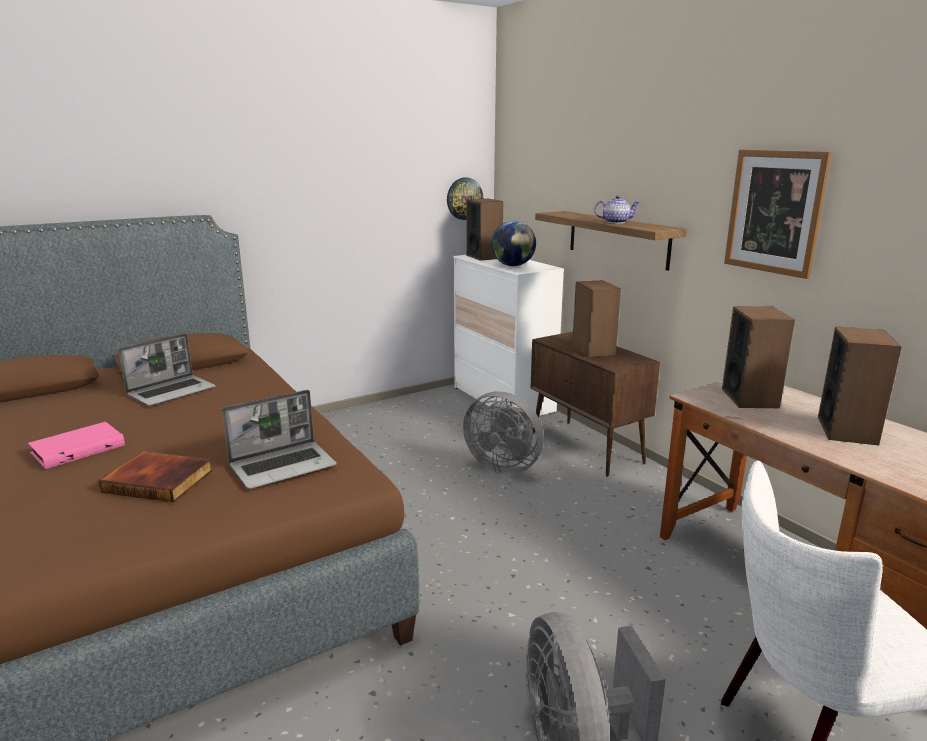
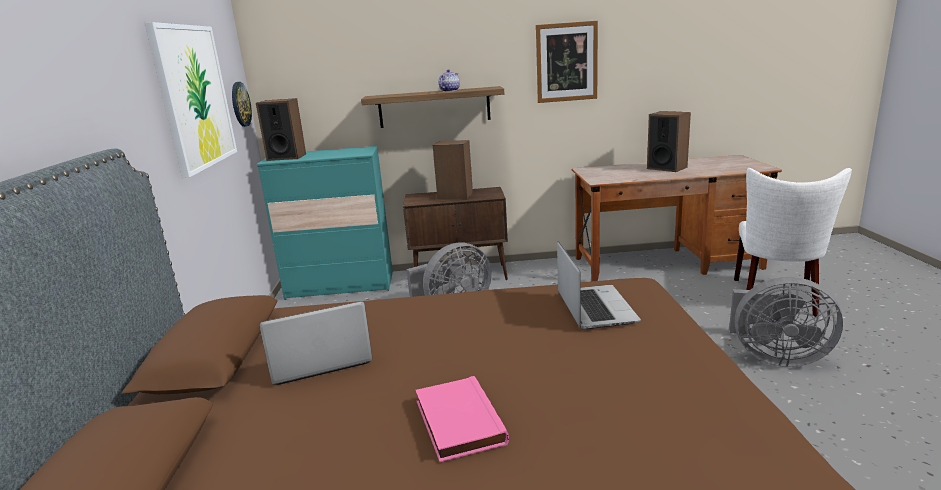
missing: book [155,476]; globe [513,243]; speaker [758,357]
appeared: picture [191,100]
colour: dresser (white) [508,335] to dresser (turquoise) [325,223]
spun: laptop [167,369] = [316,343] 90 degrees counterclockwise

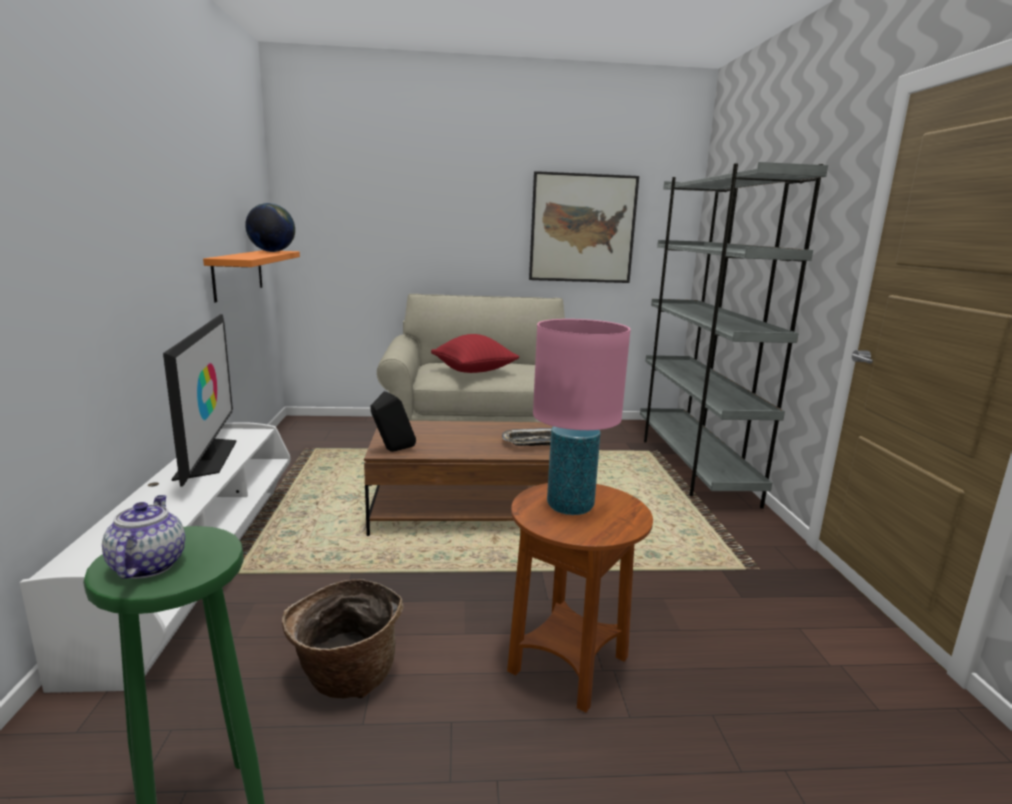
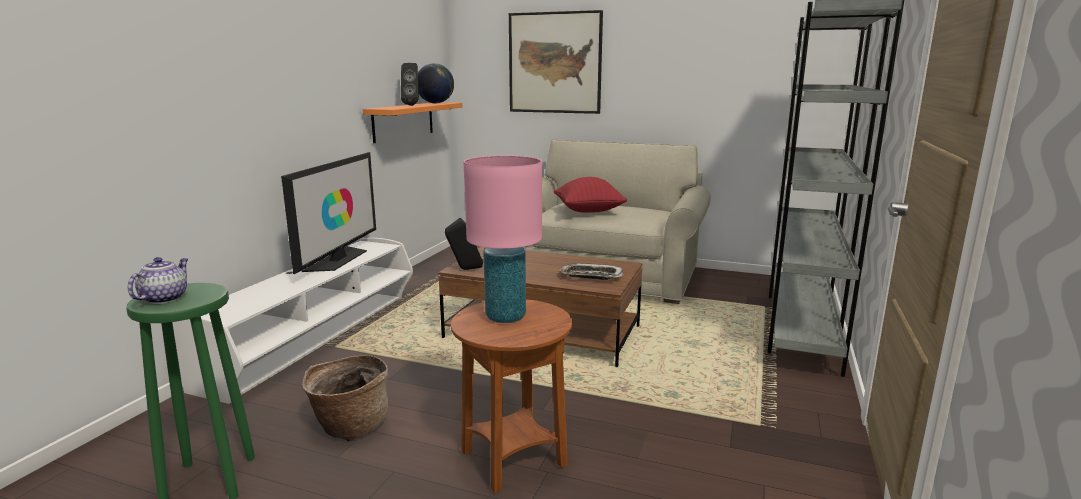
appeared: speaker (black) [410,84]
relocated: picture [584,227] to [556,62]

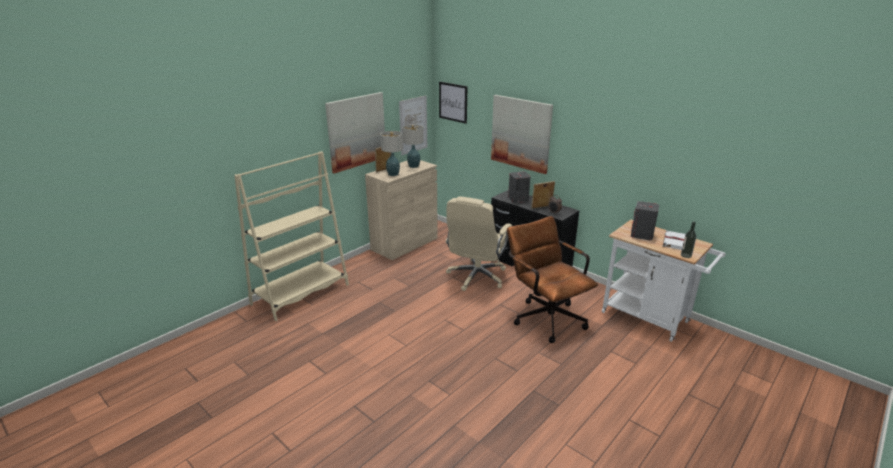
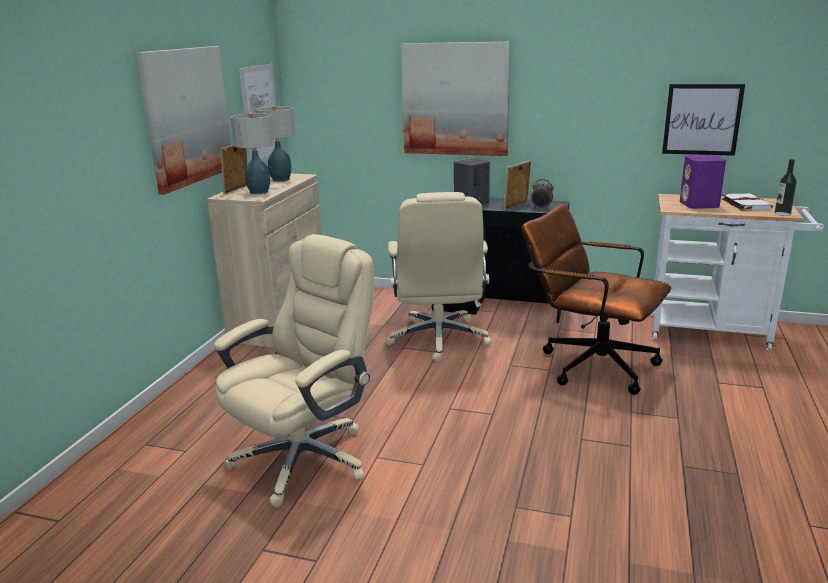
missing: bookcase (beige) [291,236]
appeared: office chair (beige) [294,371]
relocated: picture [453,103] to [703,120]
colour: speaker (grey) [645,220] to speaker (purple) [703,182]

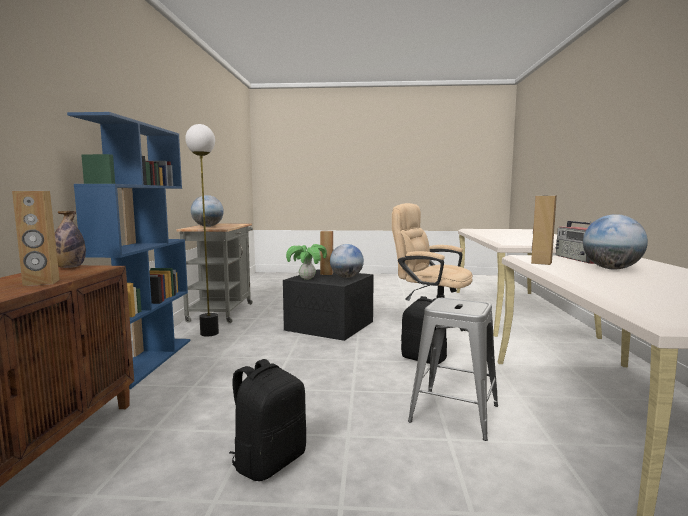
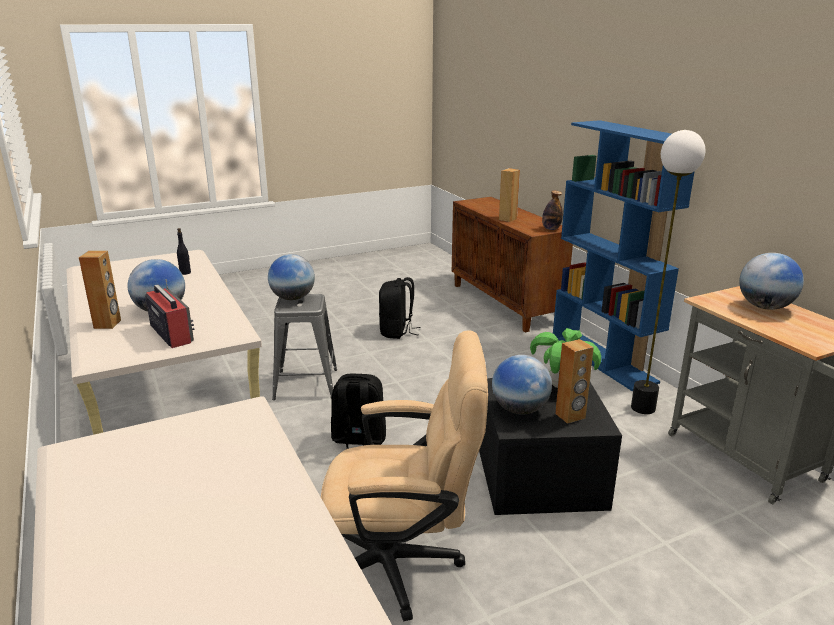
appeared: bottle (black) [184,251]; globe [291,277]
relocated: speaker (brown) [544,230] to [100,290]

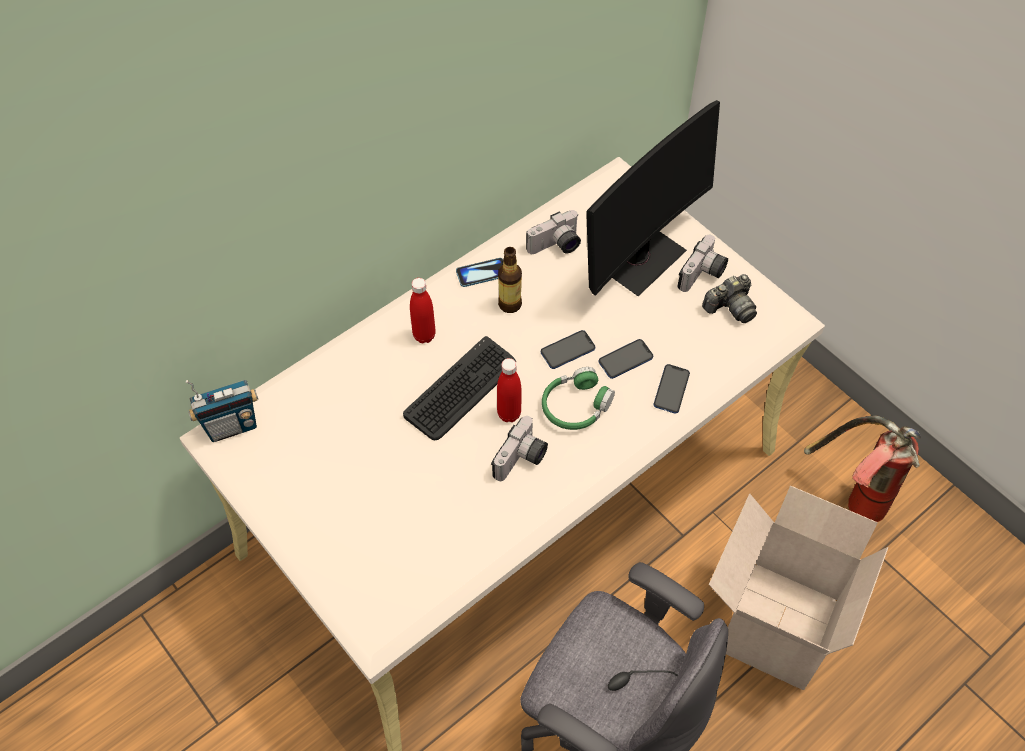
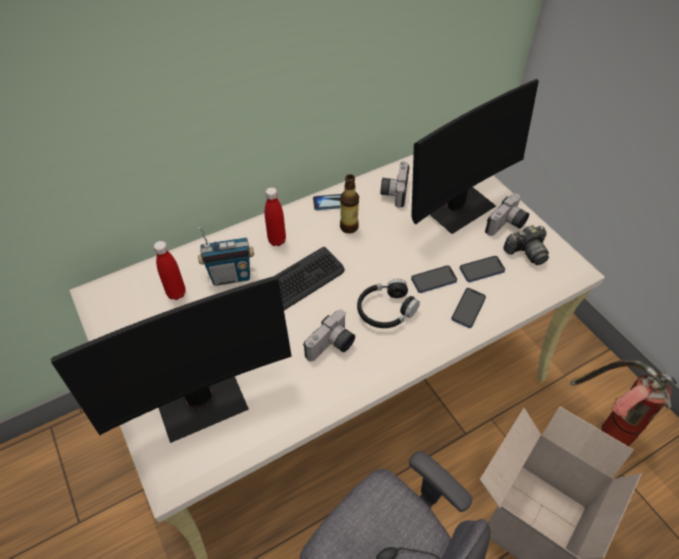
appeared: monitor [171,359]
relocated: radio [222,411] to [226,256]; bottle (red) [509,390] to [170,270]; phone [568,349] to [482,269]
colour: headphones (green) [578,398] to headphones (black) [388,303]
spun: photo camera [553,232] = [394,184] 120 degrees clockwise

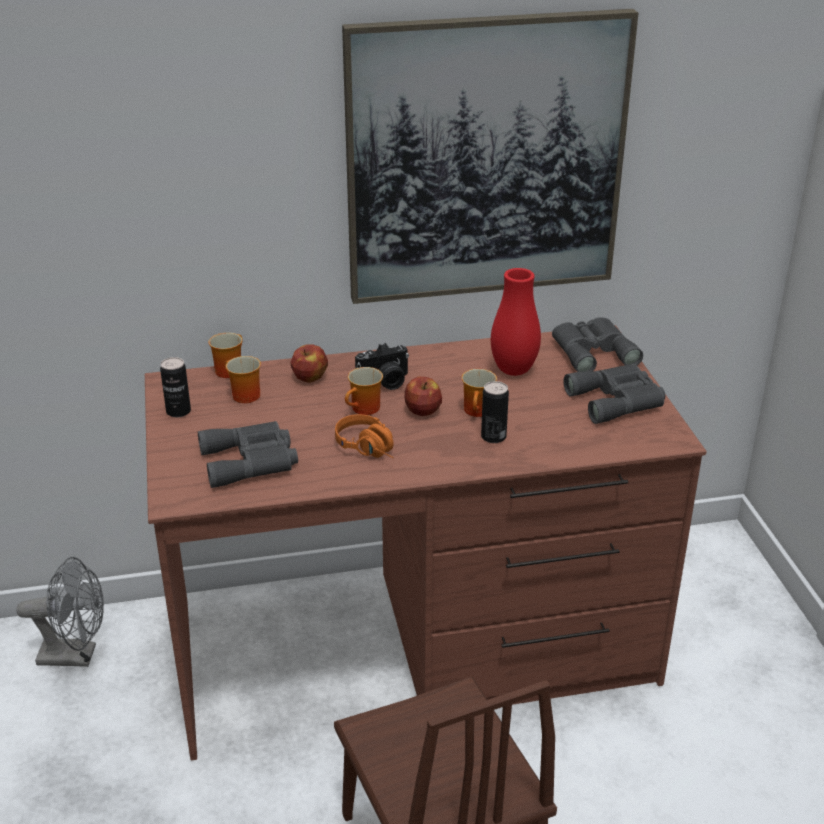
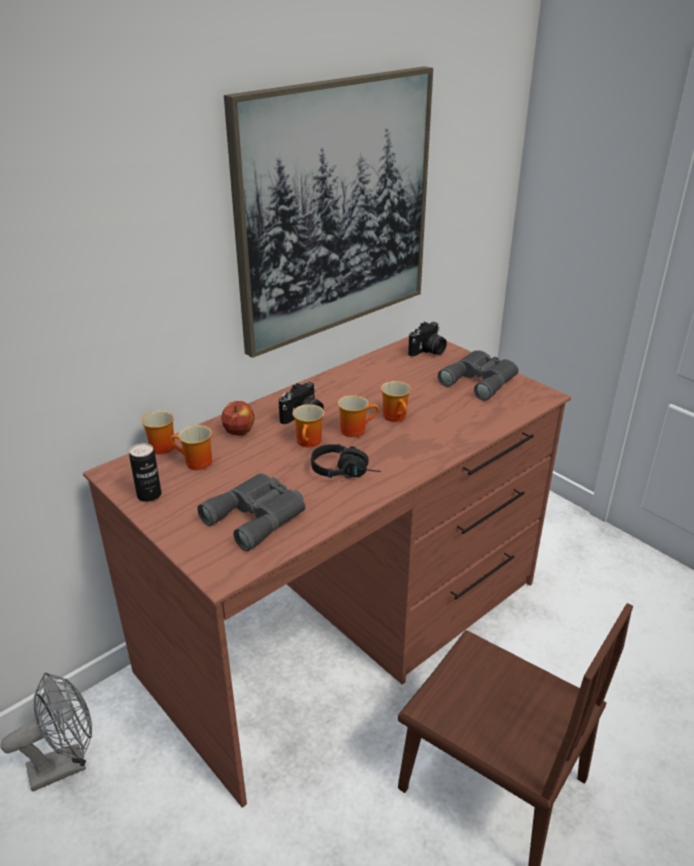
missing: can [495,412]; vase (red) [516,322]
exchanged: apple [423,396] to mug [358,416]; binoculars (grey) [597,344] to photo camera [427,339]
colour: headphones (orange) [364,436] to headphones (black) [346,461]

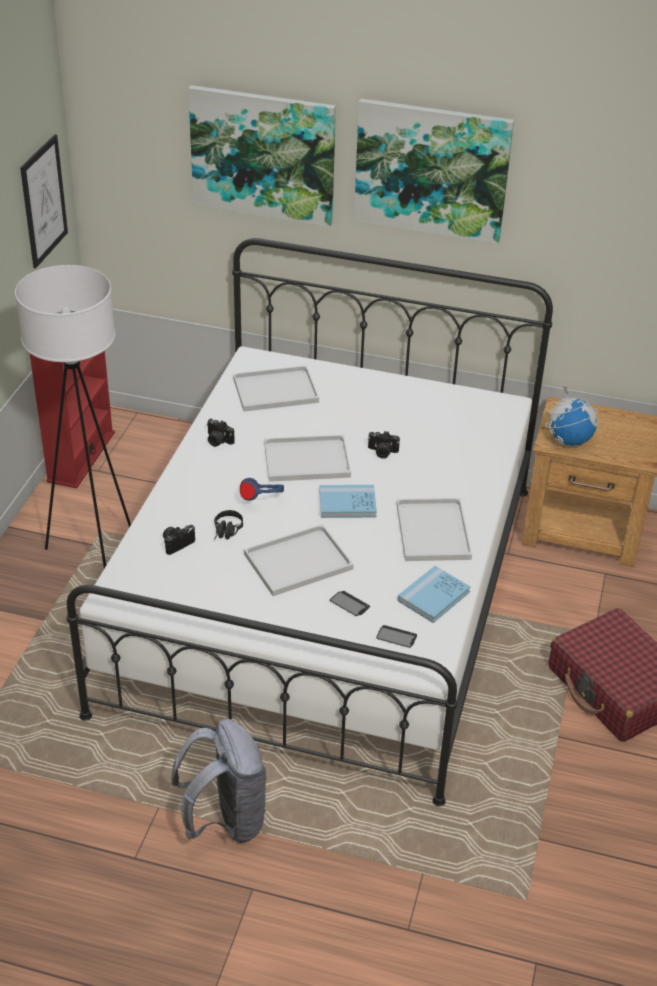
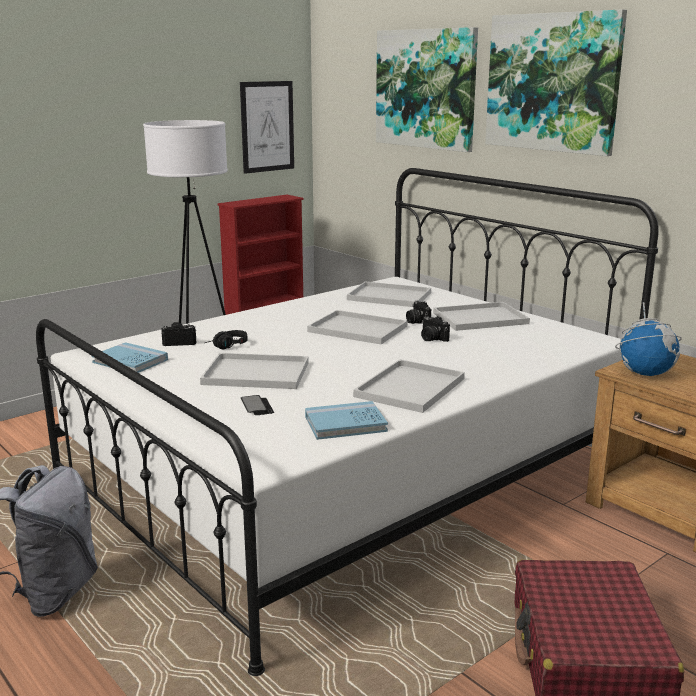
missing: headphones (blue) [262,489]; phone [396,636]
appeared: tray (white) [481,316]
relocated: photo camera [221,433] to [418,312]; book (blue) [348,501] to [130,357]

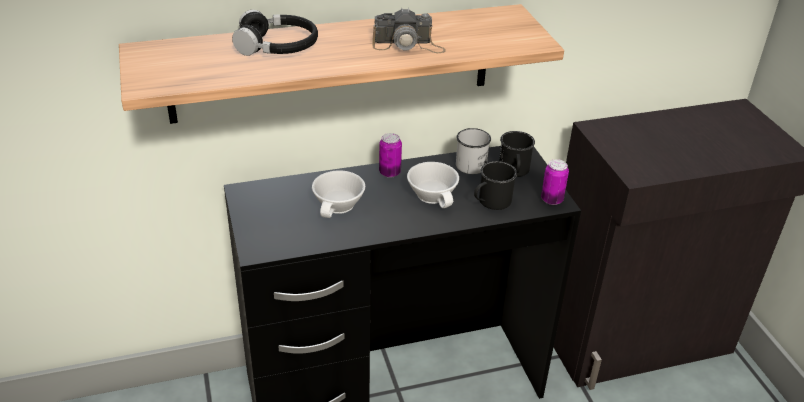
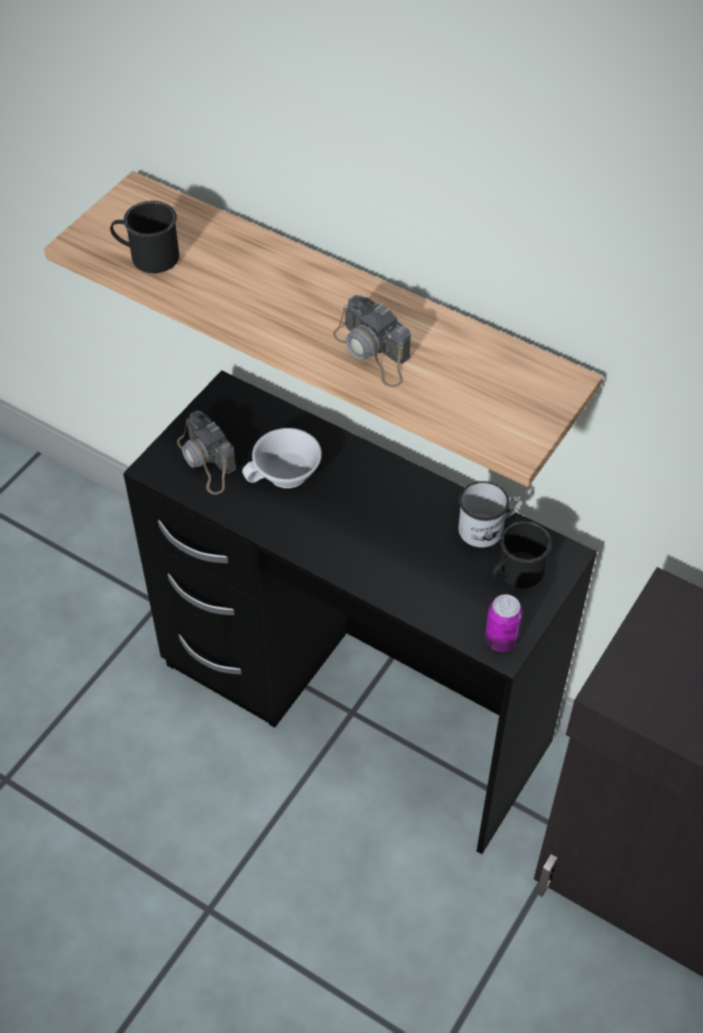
missing: headphones (black) [275,33]; can [390,155]; cup (white) [433,185]
appeared: photo camera [206,453]
relocated: mug (black) [495,185] to [144,237]

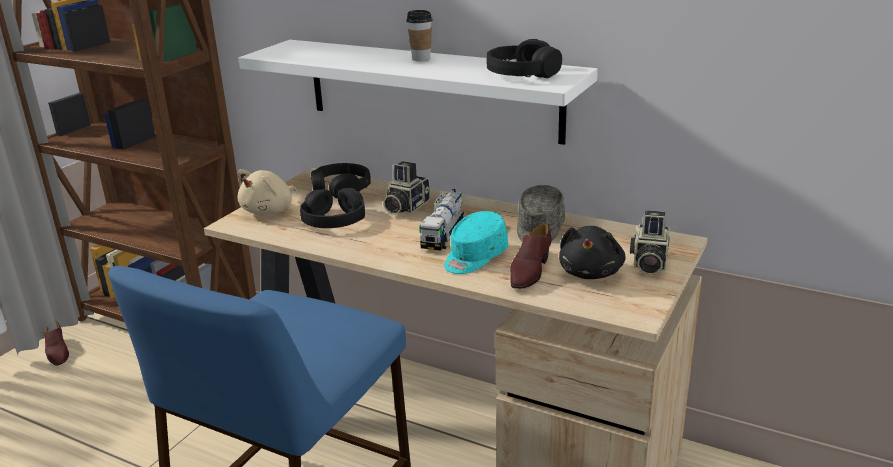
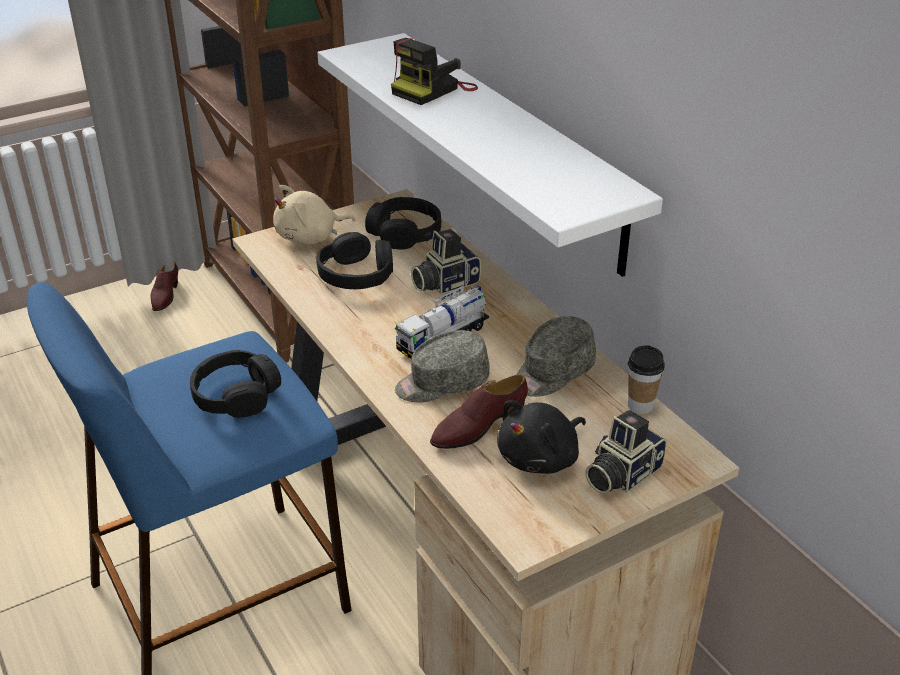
appeared: photo camera [434,71]
relocated: cup [419,35] to [646,380]; headphones (black) [524,58] to [235,384]
colour: cap (turquoise) [476,242] to cap (grey) [442,366]

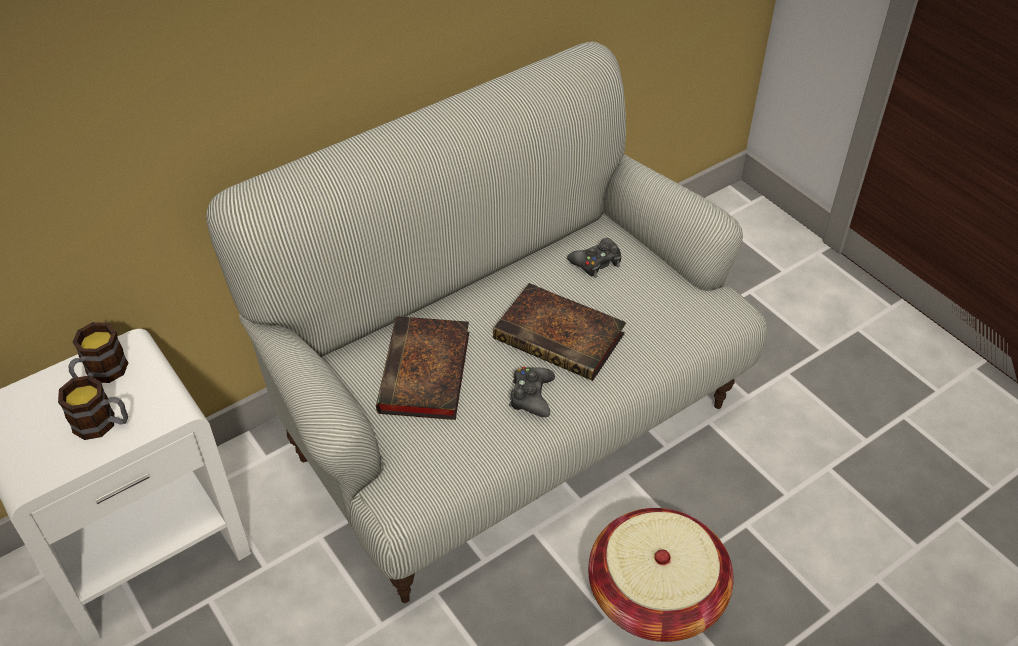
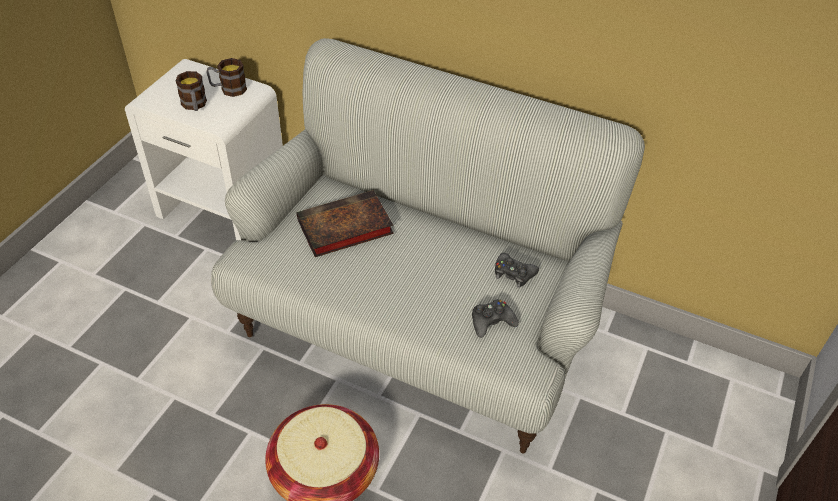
missing: book [559,332]
relocated: game controller (black) [532,392] to [495,318]

